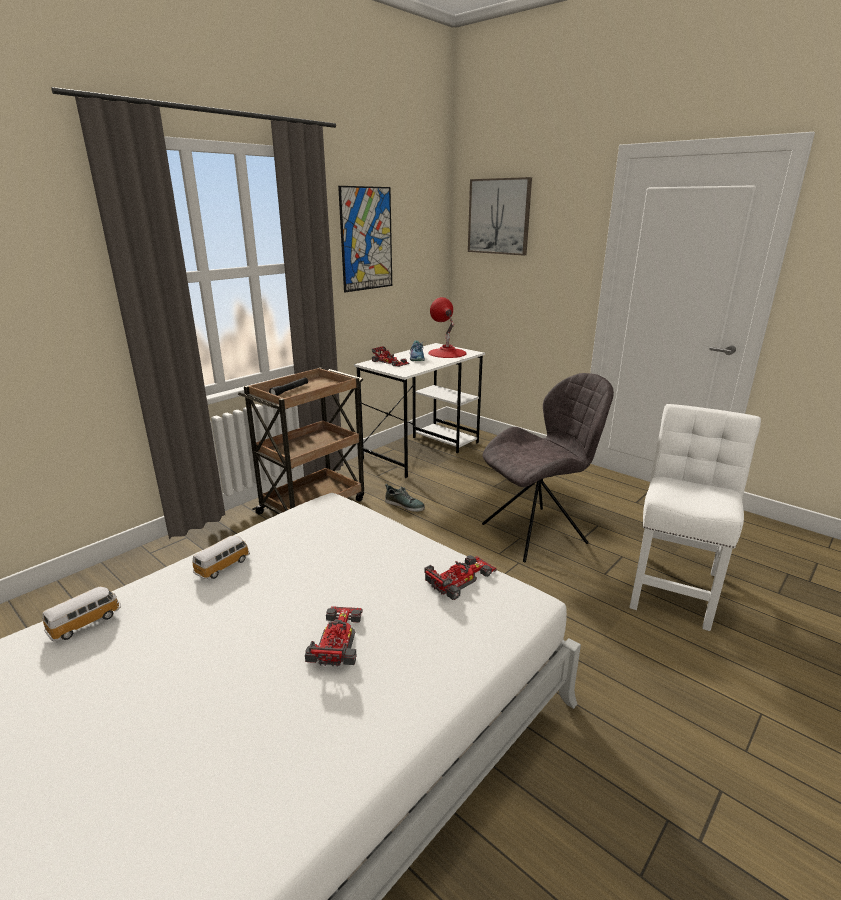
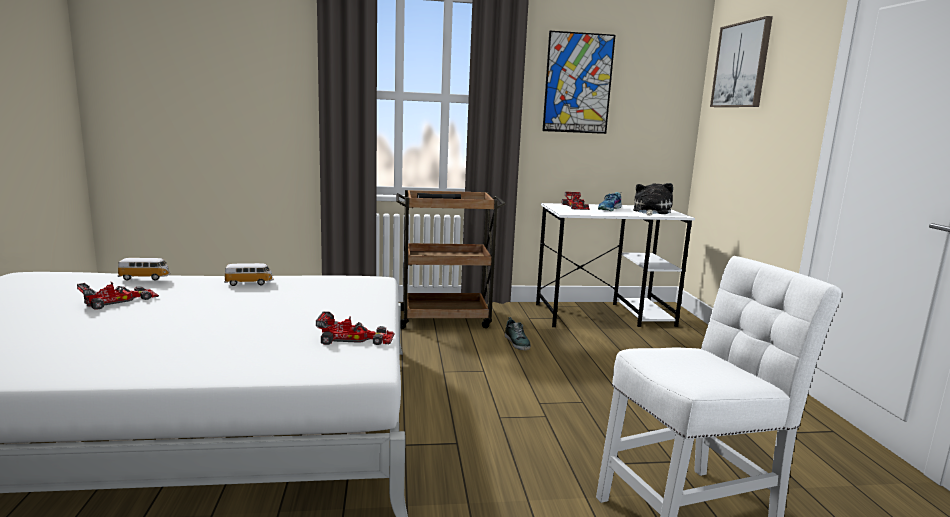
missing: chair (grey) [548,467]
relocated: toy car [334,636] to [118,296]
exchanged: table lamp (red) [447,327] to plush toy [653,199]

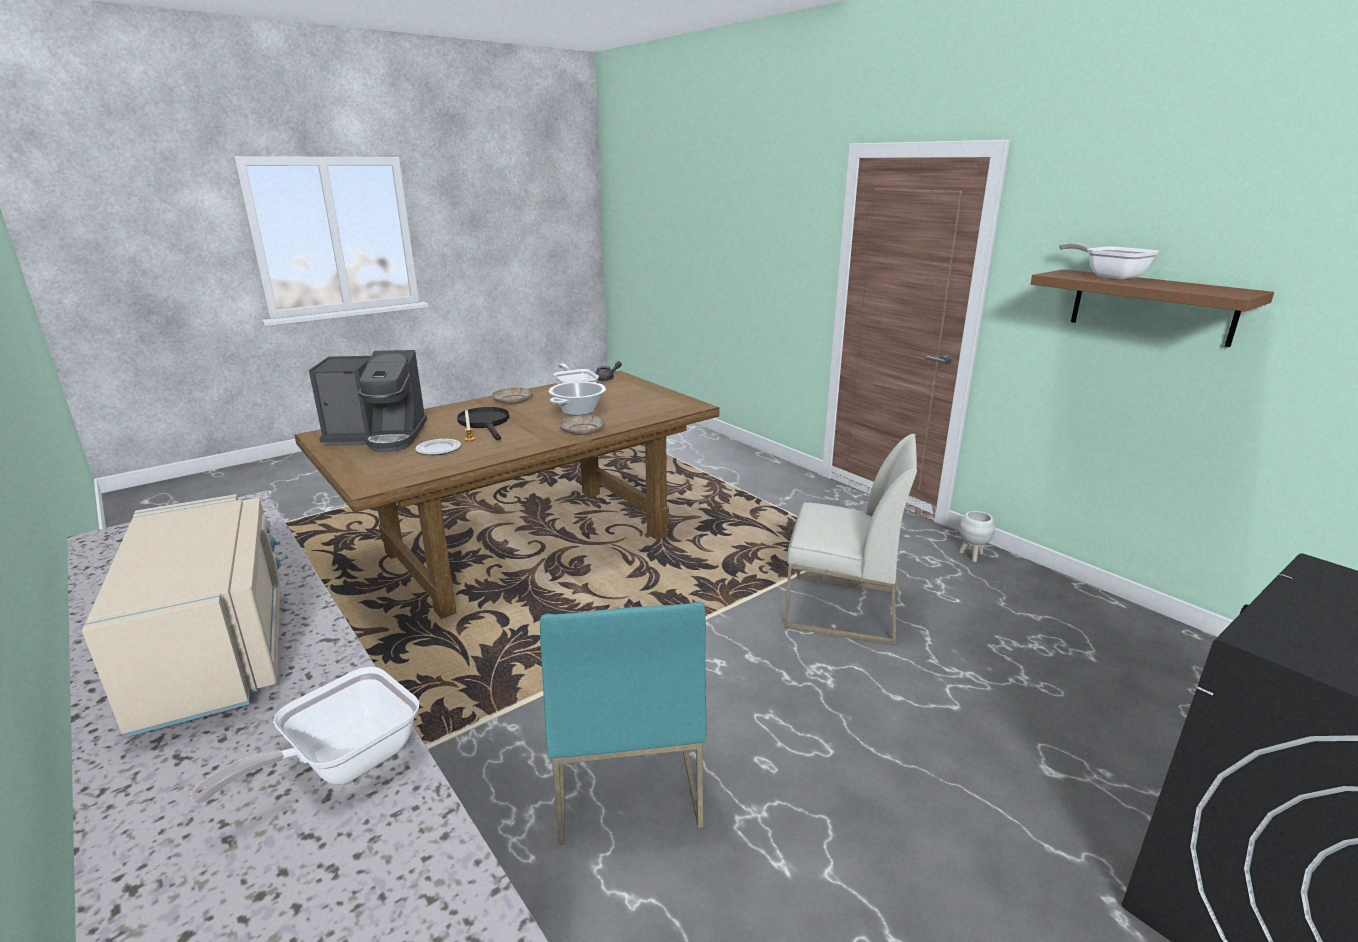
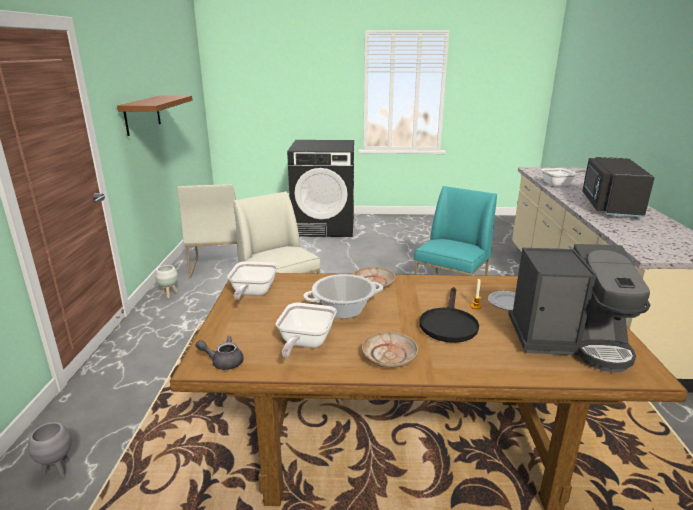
appeared: planter (grey) [50,450]; chair (white) [207,231]
relocated: frying pan [1109,261] to [252,280]
colour: microwave (beige) [181,616] to microwave (black) [618,187]
spun: coffee machine [368,401] = [579,308] 150 degrees clockwise

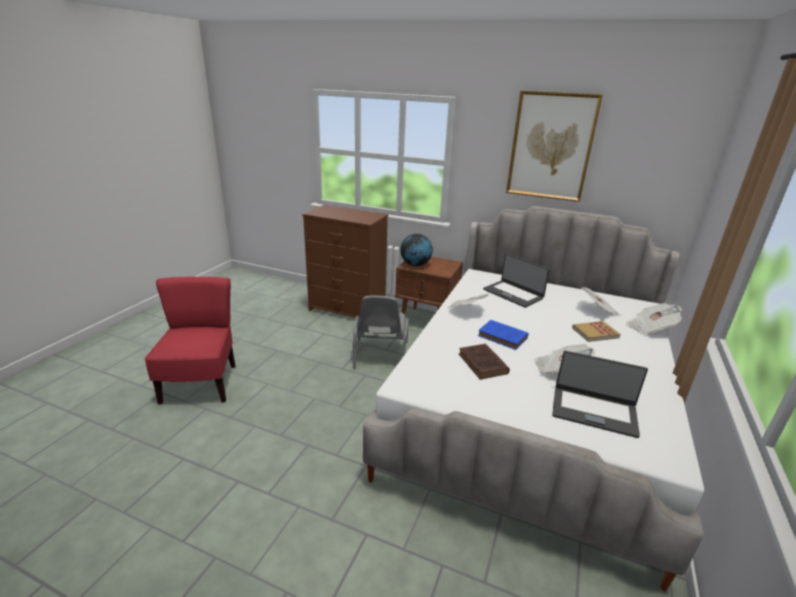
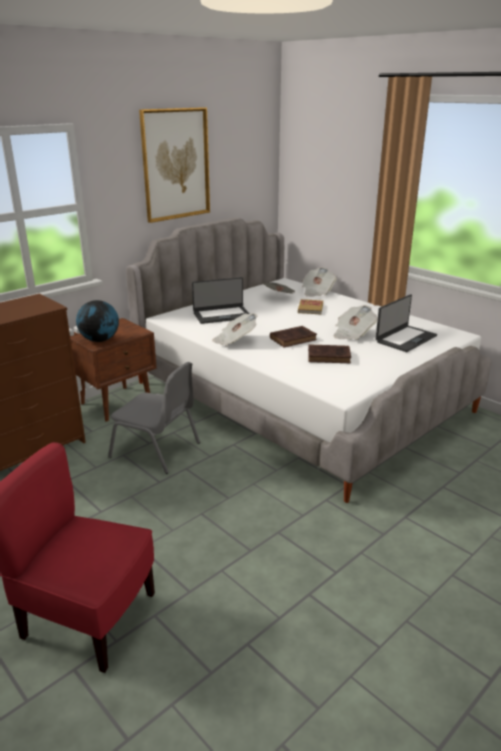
colour: book (blue) [503,335] to book (brown) [293,337]

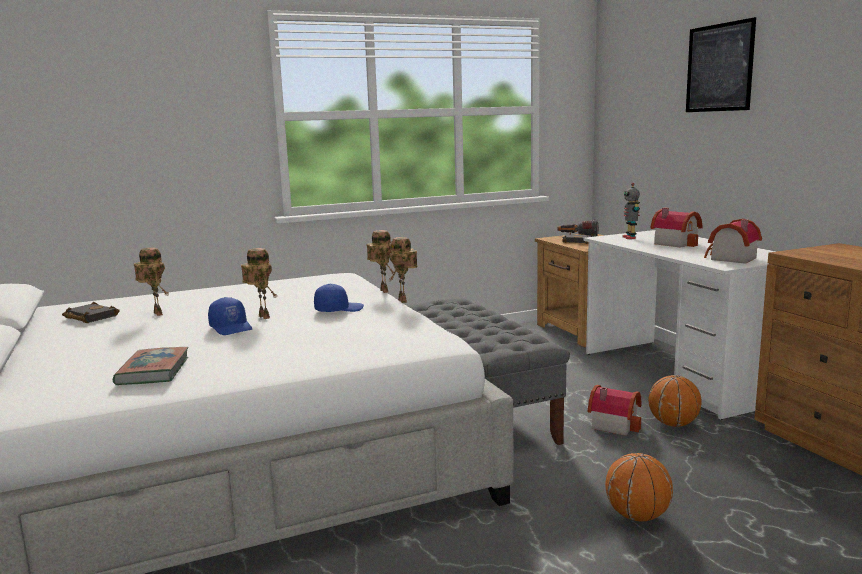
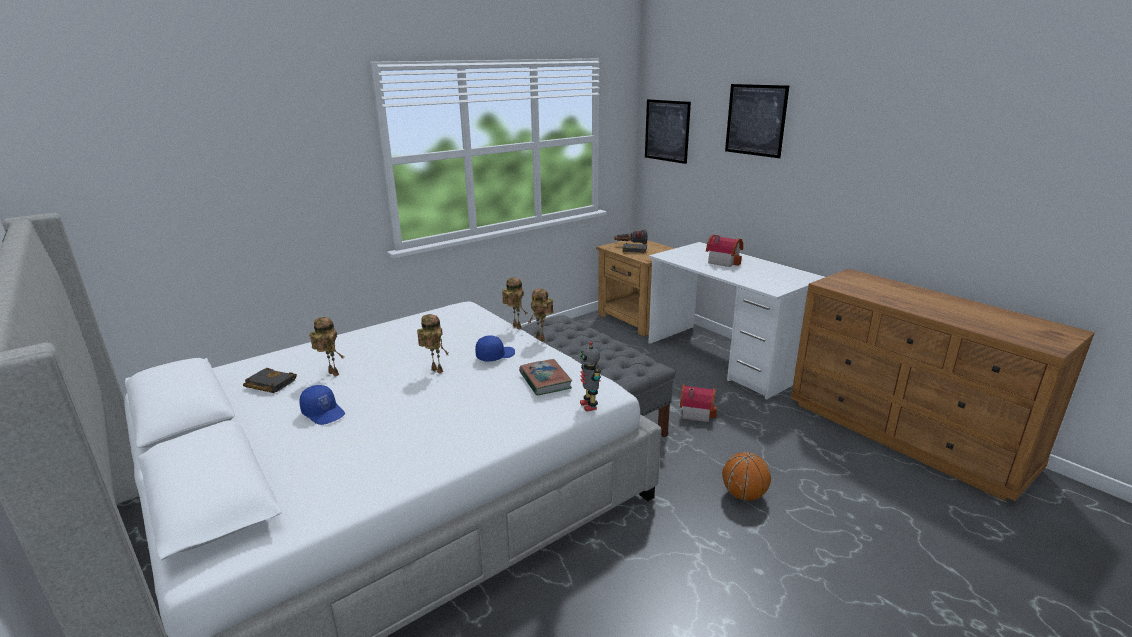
missing: basketball [674,401]; toy house [733,241]
appeared: picture [668,131]
relocated: book [151,366] to [545,377]; cap (blue) [230,316] to [322,405]; toy robot [631,211] to [590,377]

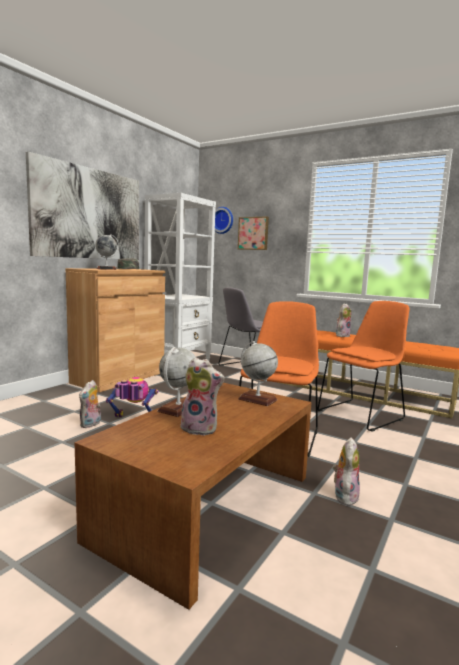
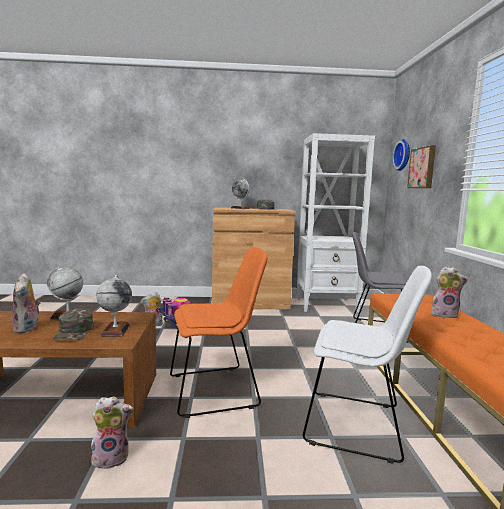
missing: picture [82,206]
appeared: cap (green) [73,324]
colour: chair (orange) [363,366] to chair (white) [367,365]

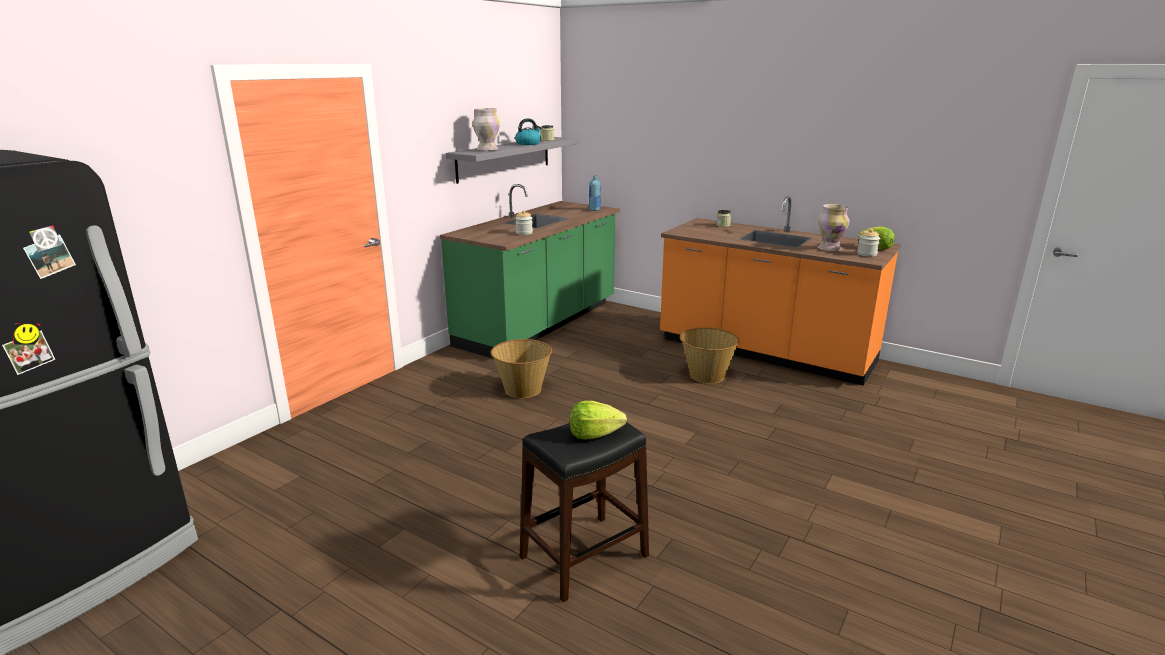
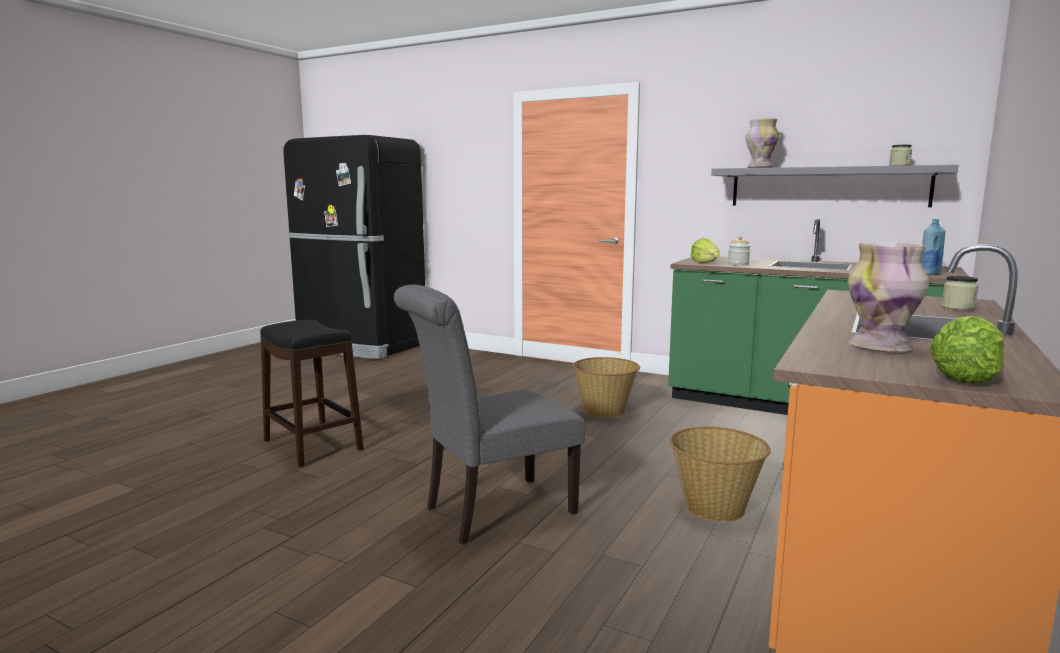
missing: kettle [528,131]; jar [868,243]
appeared: chair (grey) [490,414]
relocated: lettuce [598,420] to [705,251]

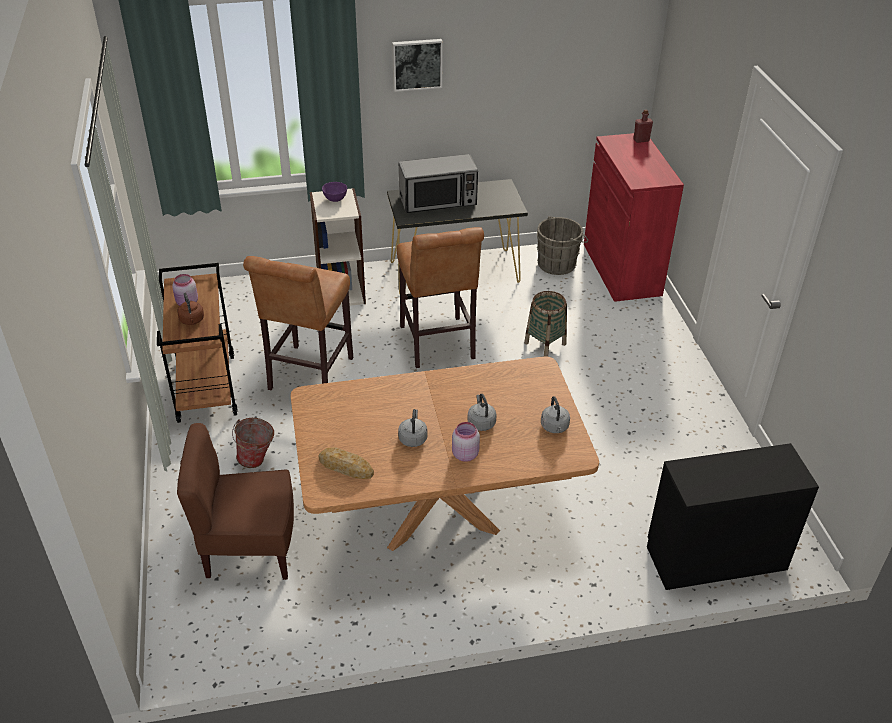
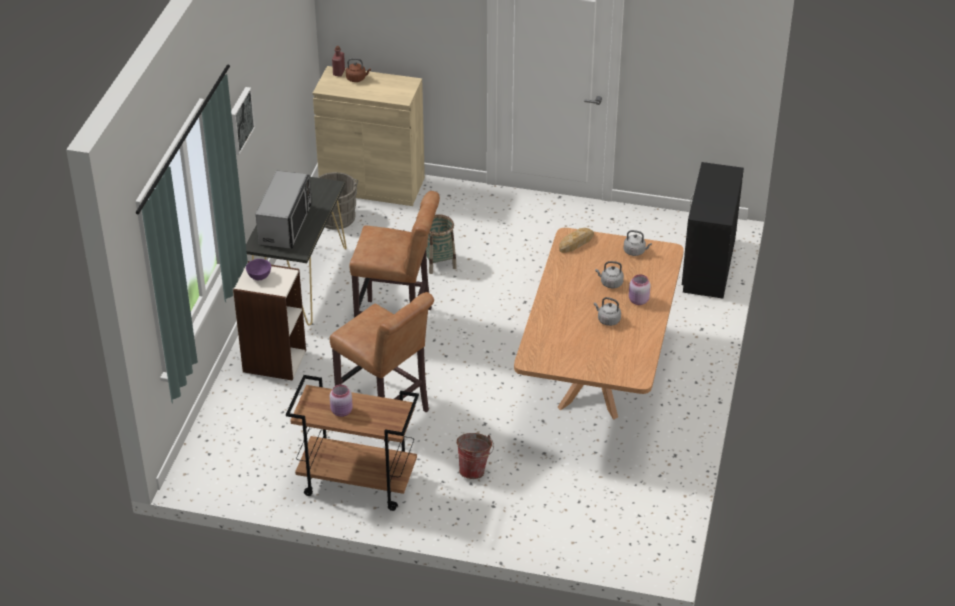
missing: chair (brown) [235,501]
relocated: kettle (brown) [190,309] to [358,70]; bread [346,463] to [576,240]
colour: cabinet (red) [634,217] to cabinet (beige) [369,136]

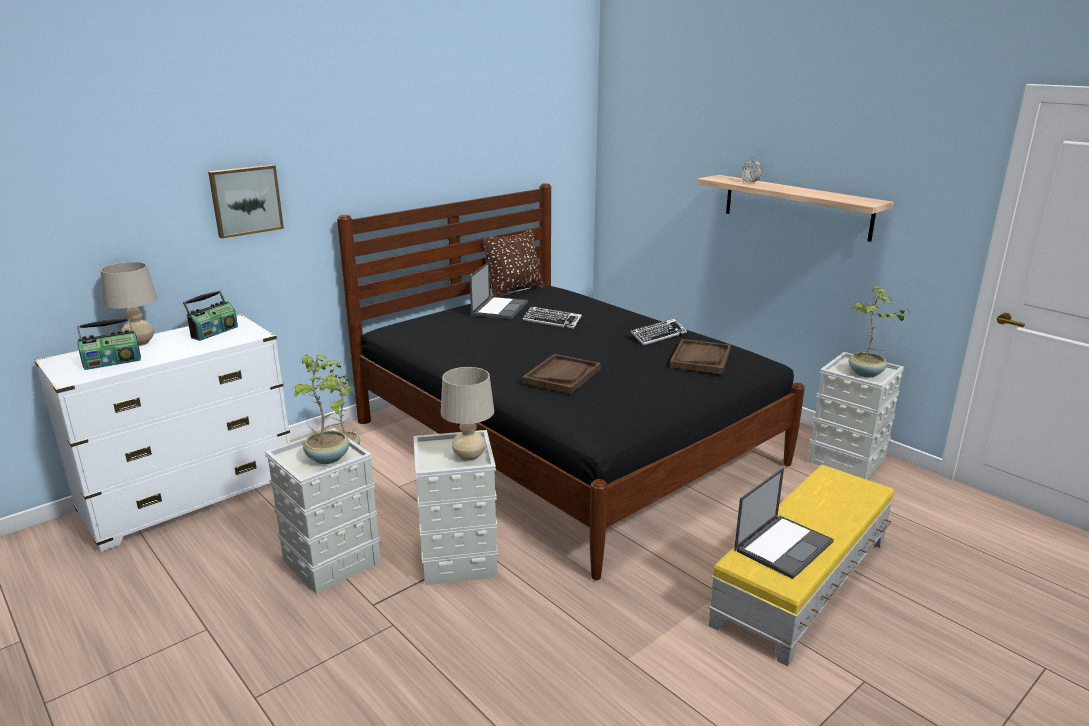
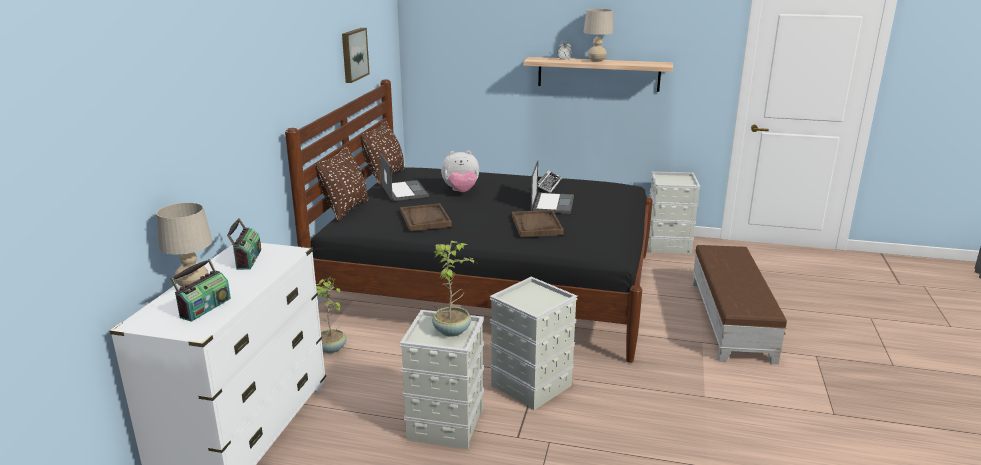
missing: potted plant [879,331]
appeared: pillow (brown) [342,183]
relocated: picture [246,202] to [356,55]; table lamp (beige) [467,414] to [598,35]; tray (brown) [700,356] to [426,217]; laptop [784,523] to [552,187]
exchanged: keyboard [552,317] to plush toy [460,171]
colour: ottoman (yellow) [801,565] to ottoman (brown) [739,305]

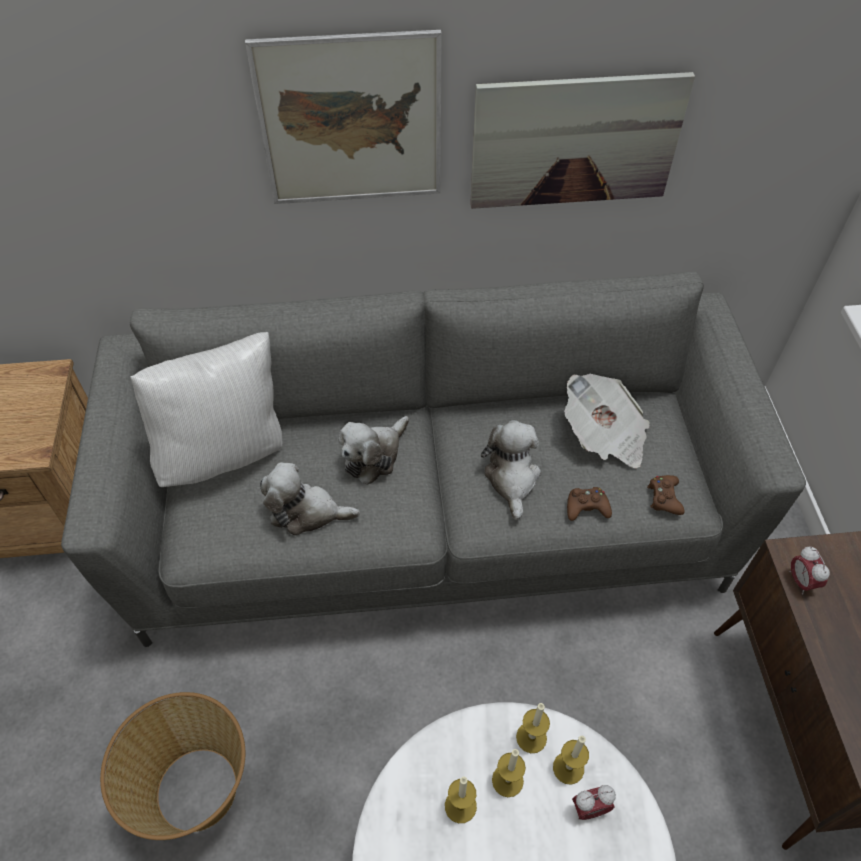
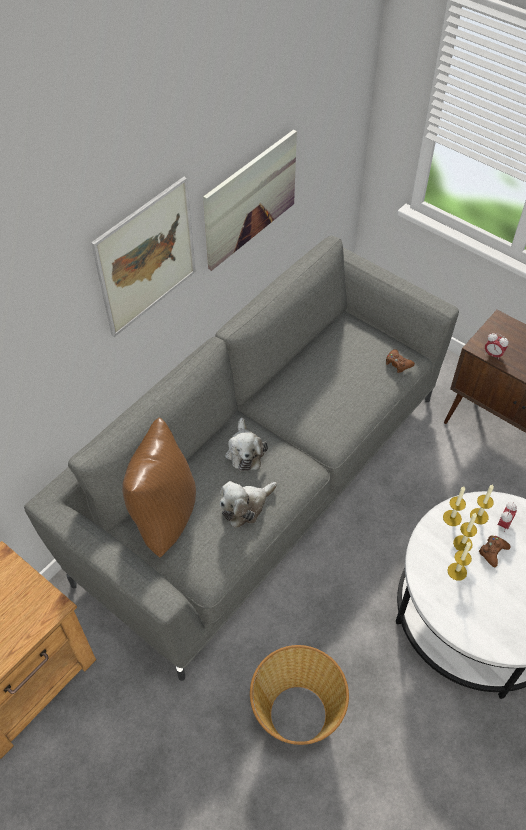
missing: plush toy [511,470]; newspaper [607,421]
relocated: game controller (brown) [589,504] to [494,551]
colour: pillow (white) [206,409] to pillow (brown) [159,487]

